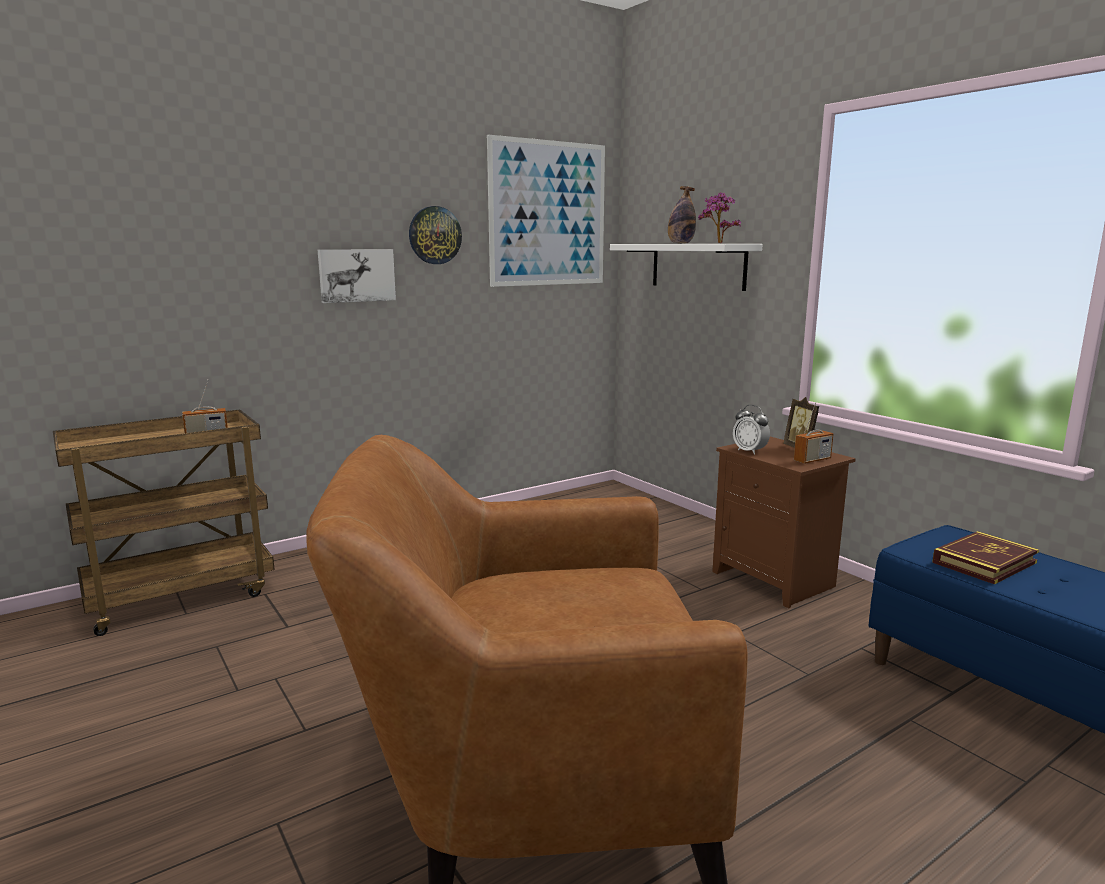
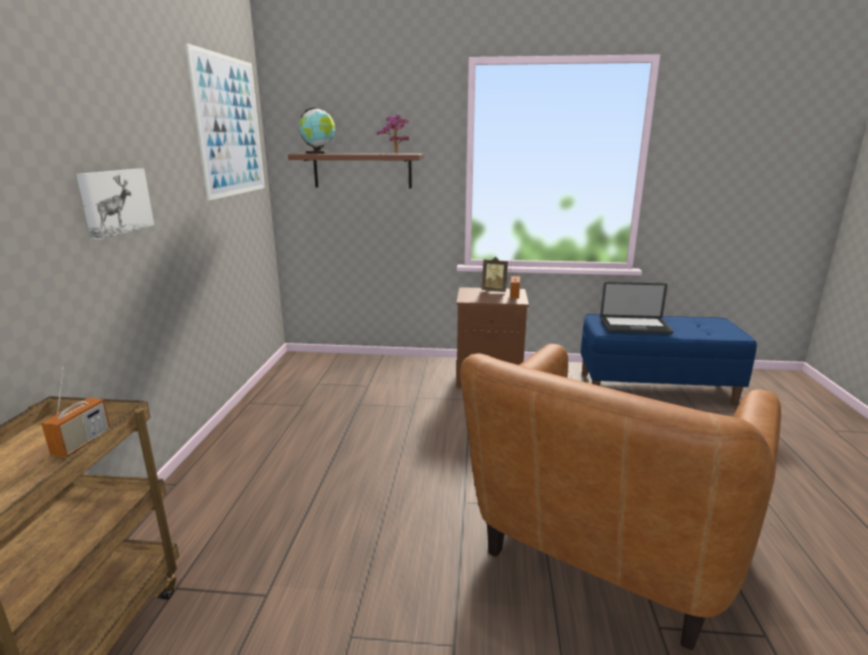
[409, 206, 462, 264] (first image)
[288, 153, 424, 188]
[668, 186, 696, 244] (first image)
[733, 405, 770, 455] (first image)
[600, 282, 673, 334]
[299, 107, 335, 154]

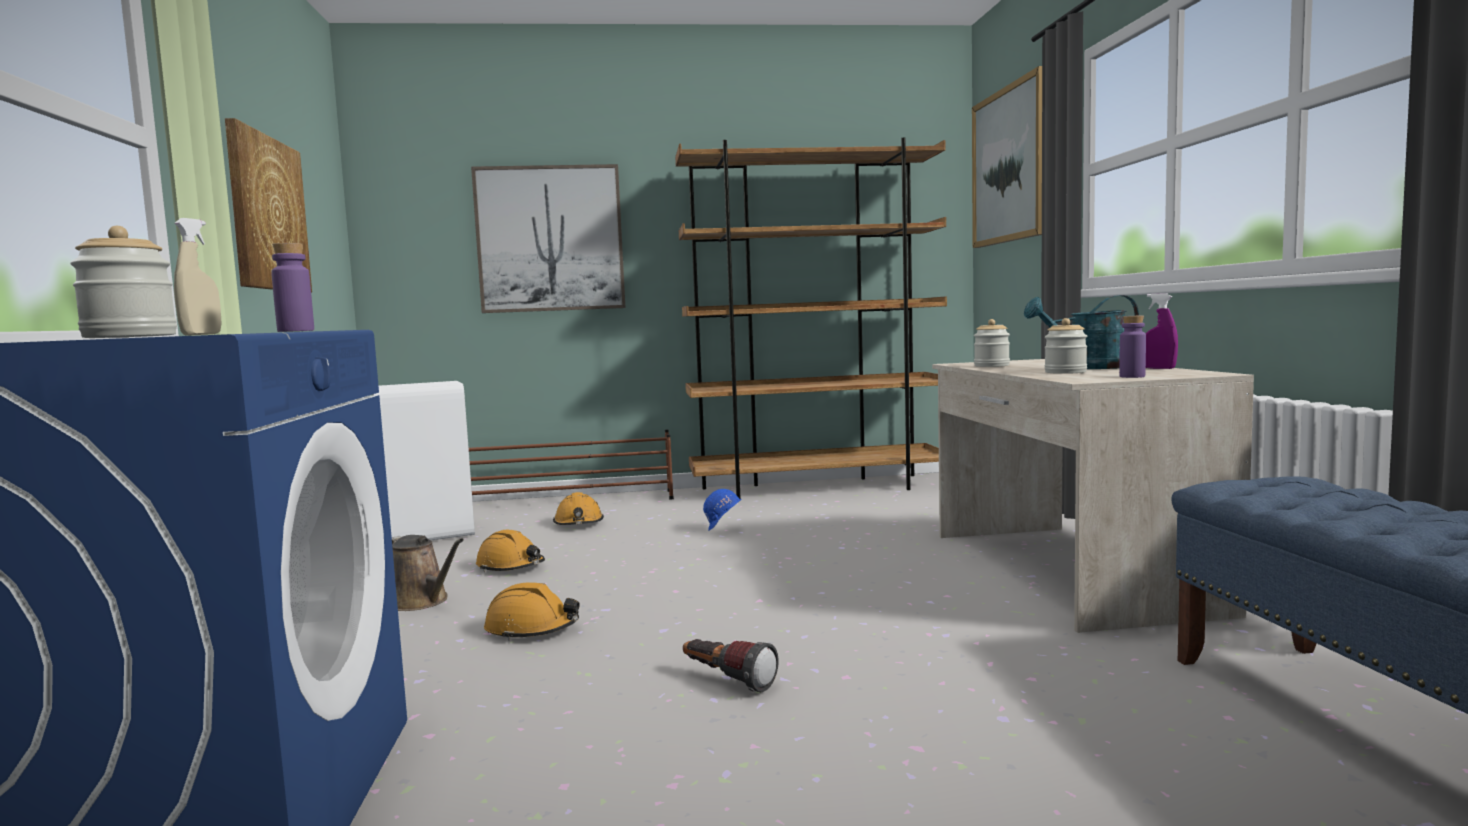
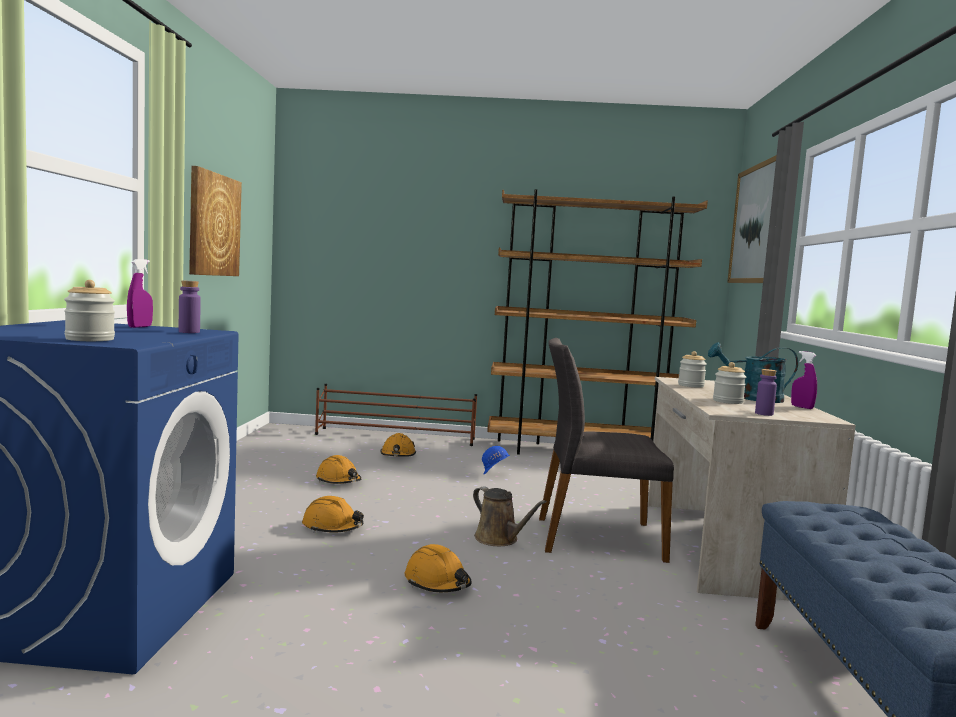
[127, 259, 153, 328]
[373, 381, 475, 540] (first image)
[473, 486, 547, 546]
[471, 164, 626, 313] (first image)
[405, 544, 472, 592]
[539, 338, 674, 563]

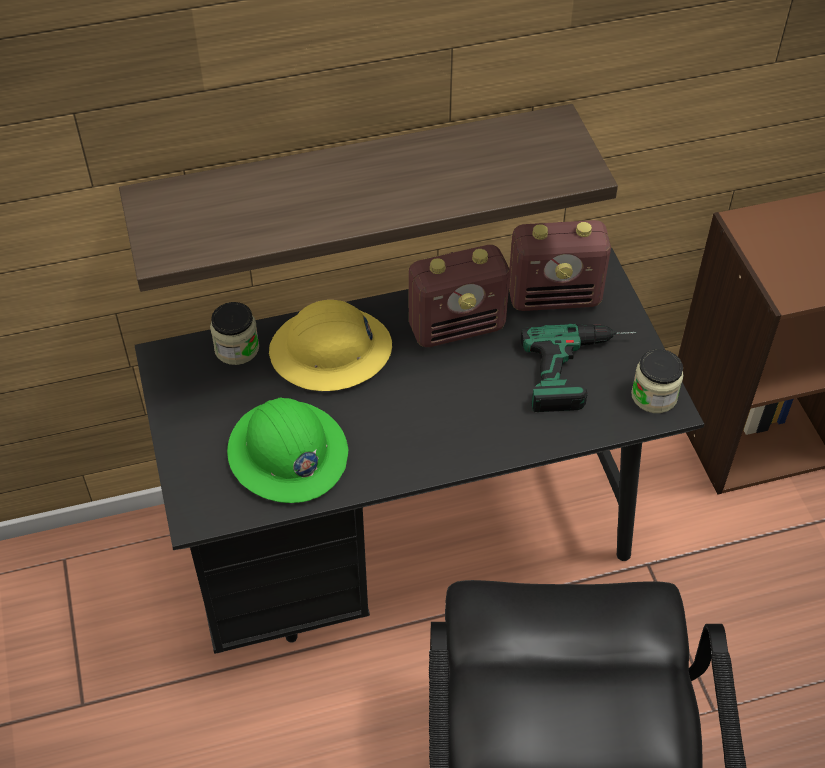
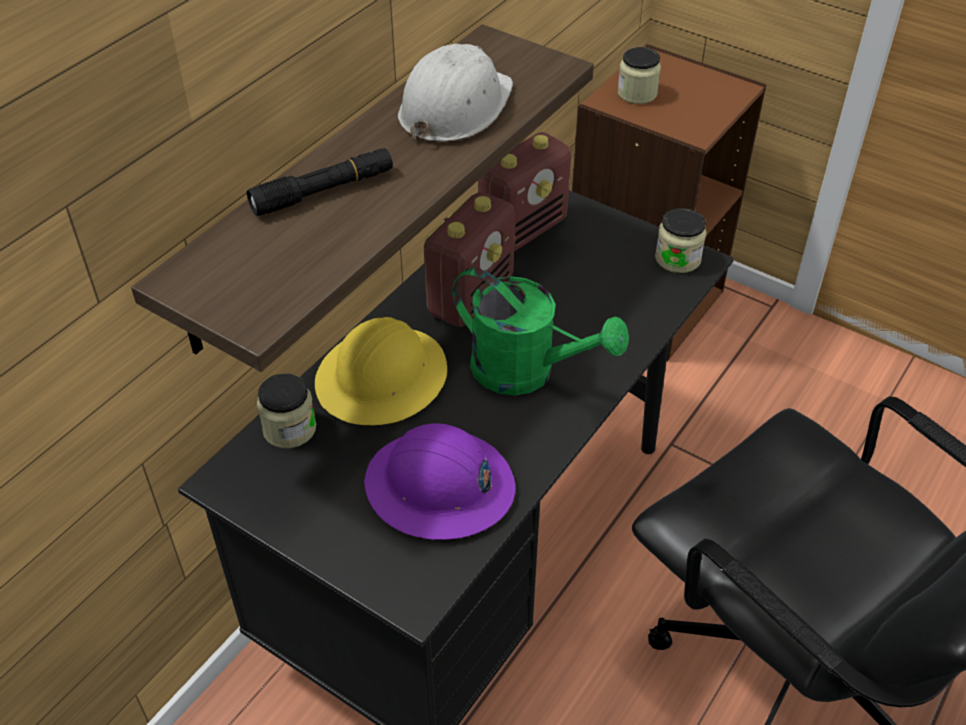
[364, 423, 515, 540]
[521, 324, 636, 412] (first image)
[247, 148, 393, 216]
[398, 44, 513, 143]
[452, 267, 629, 395]
[617, 47, 661, 104]

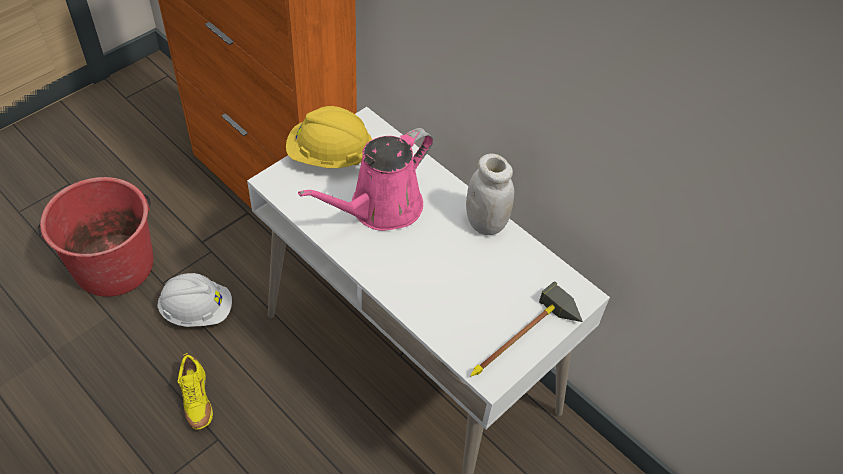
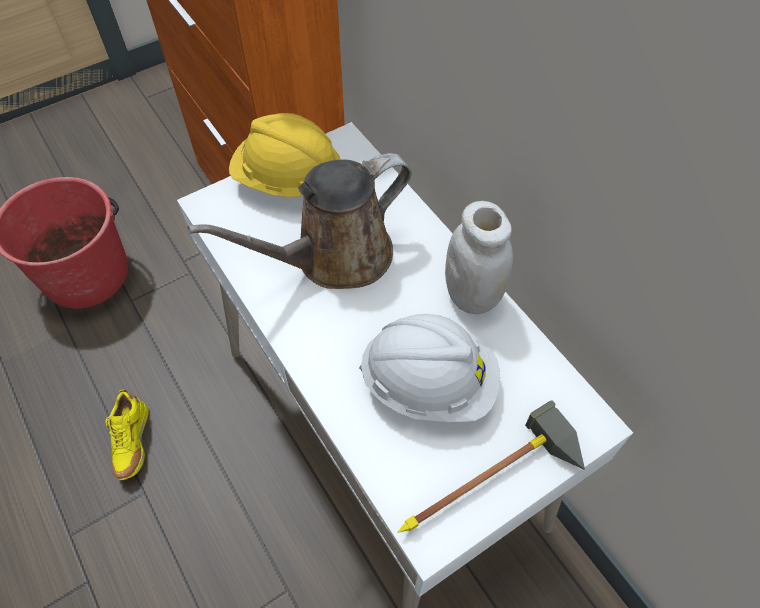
[359, 314, 500, 422]
[187, 153, 412, 289]

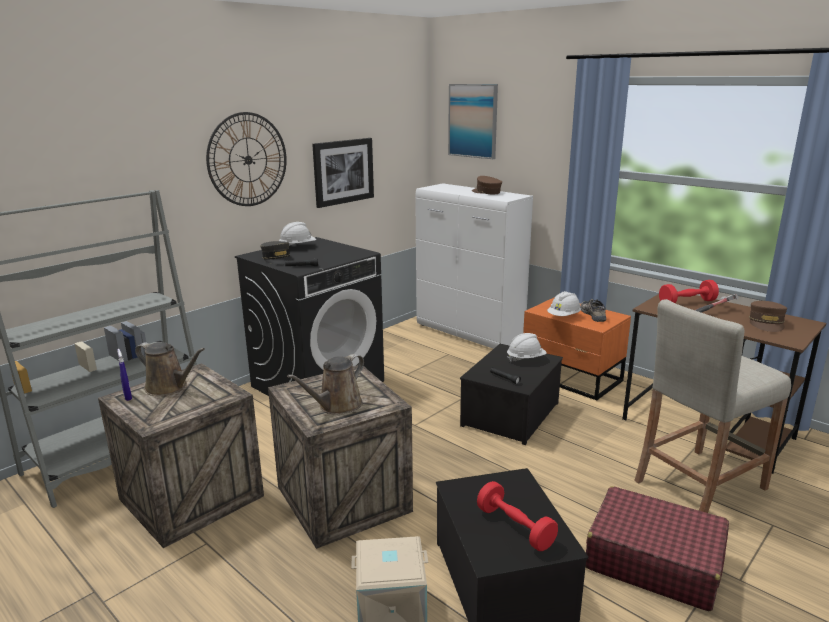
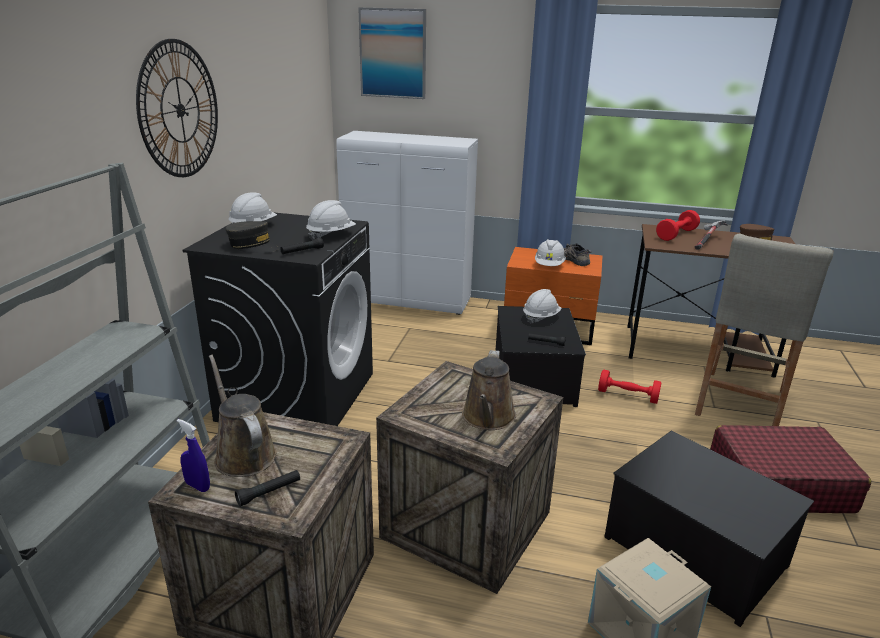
[209, 355, 277, 477]
[312, 138, 374, 208] (first image)
[472, 176, 502, 194] (first image)
[598, 369, 662, 404]
[235, 470, 300, 507]
[306, 200, 356, 240]

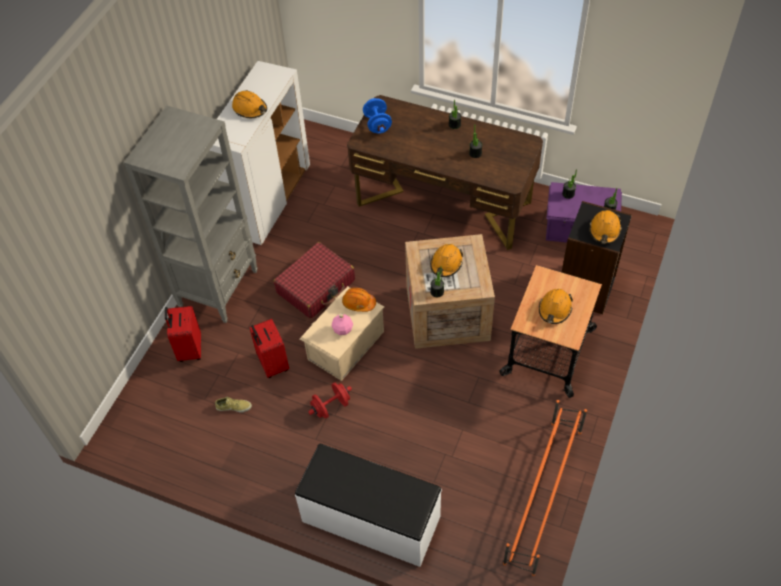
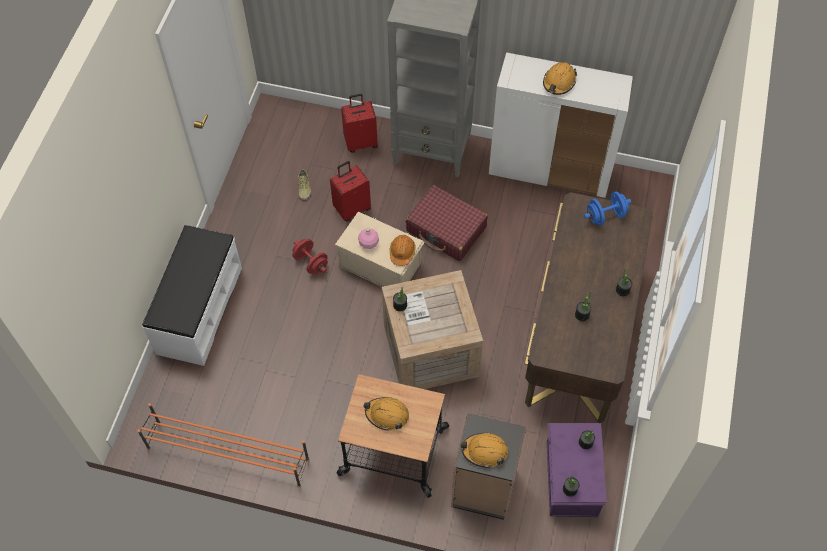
[430, 244, 463, 277] (first image)

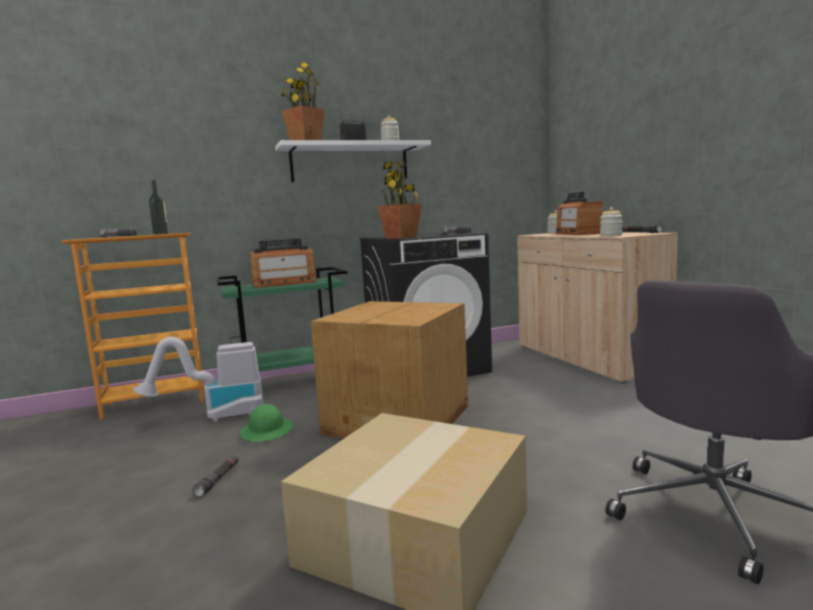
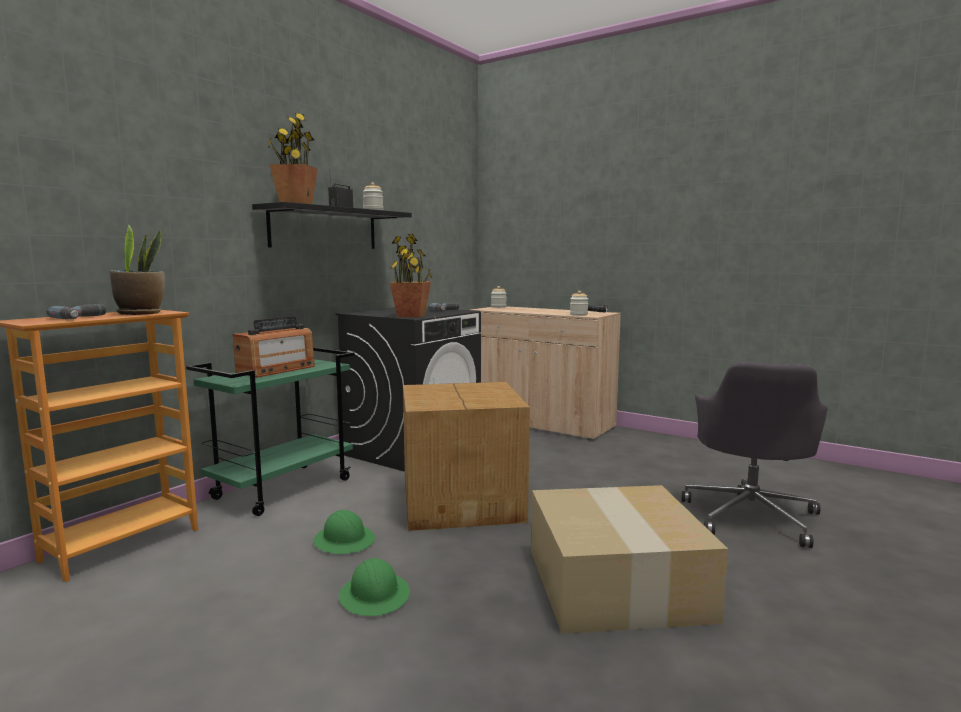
[133, 337, 263, 422] (first image)
[110, 225, 164, 315]
[339, 558, 410, 616]
[252, 202, 412, 249]
[555, 192, 602, 235] (first image)

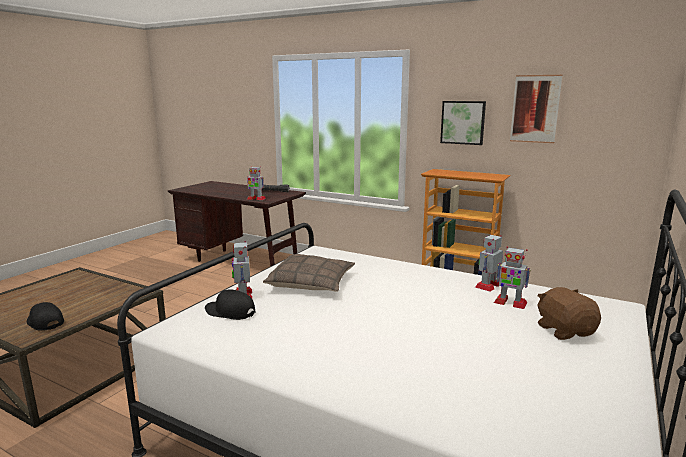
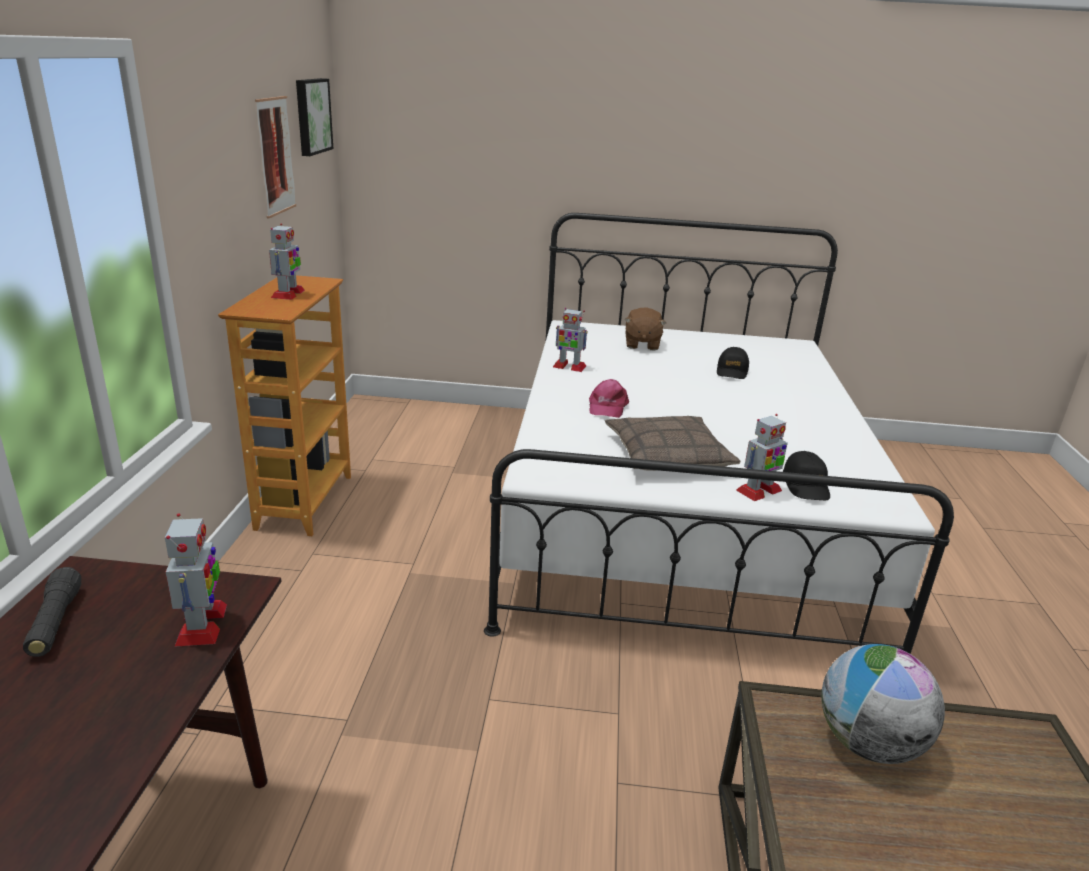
[717, 347, 749, 379]
[296, 78, 333, 156]
[269, 224, 305, 300]
[624, 307, 666, 350]
[589, 379, 629, 418]
[821, 644, 945, 764]

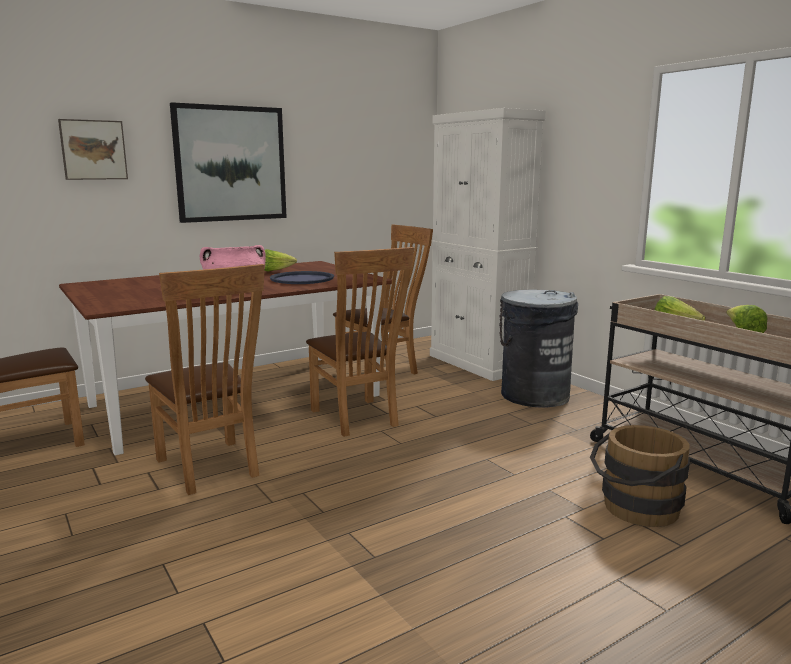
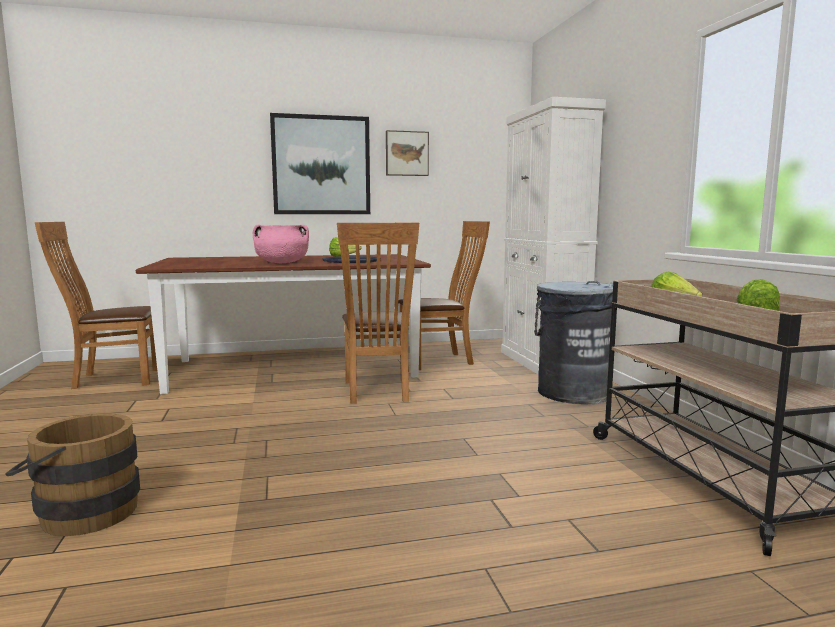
[386, 130, 429, 176]
[145, 264, 265, 495] (first image)
[5, 413, 140, 536]

